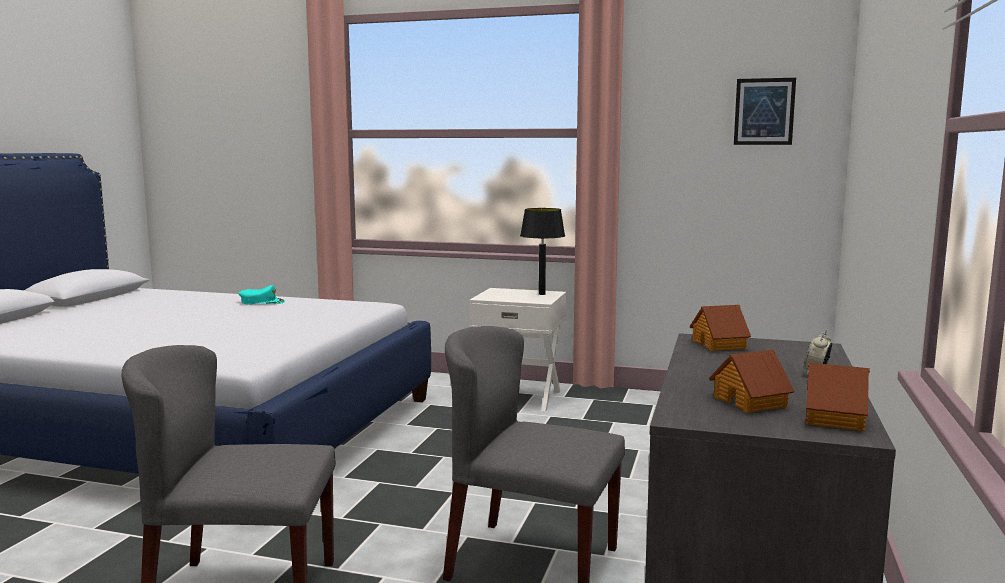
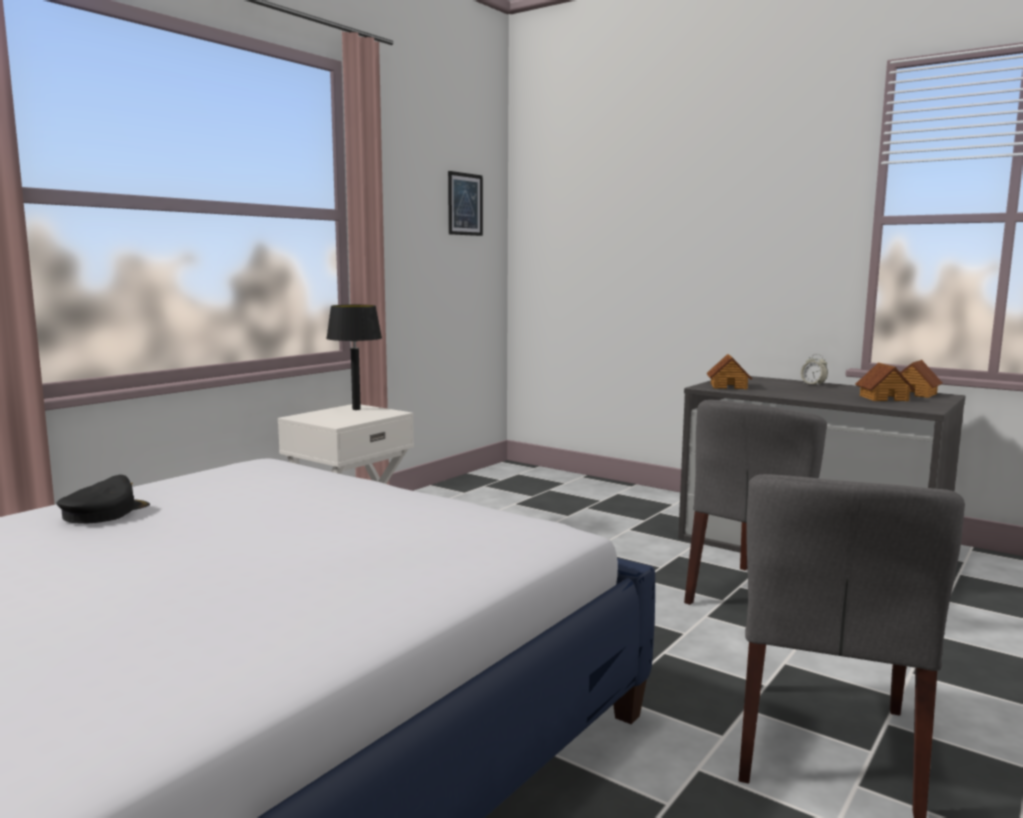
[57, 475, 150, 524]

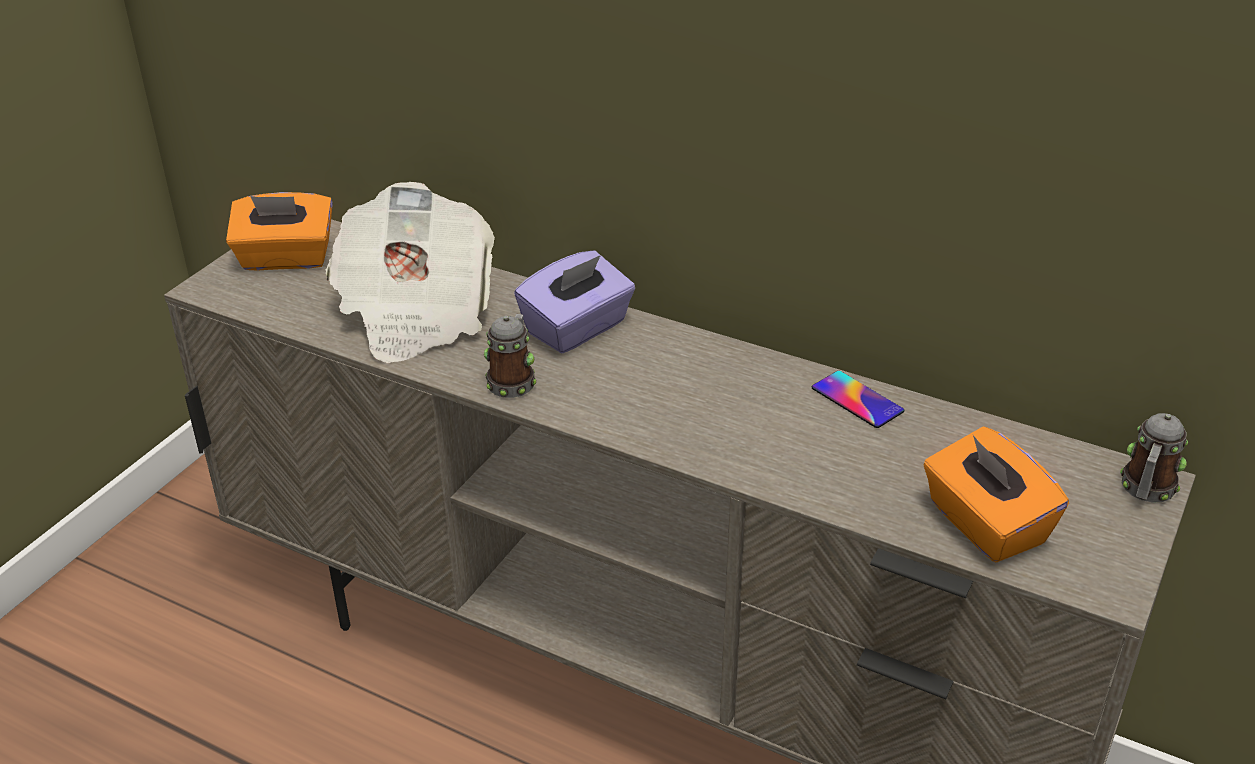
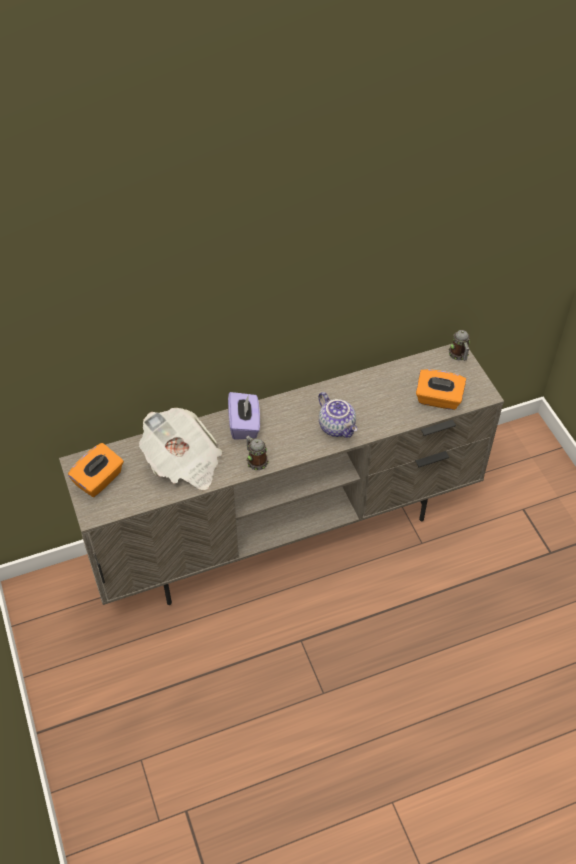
[812, 371, 904, 428] (first image)
[319, 392, 357, 438]

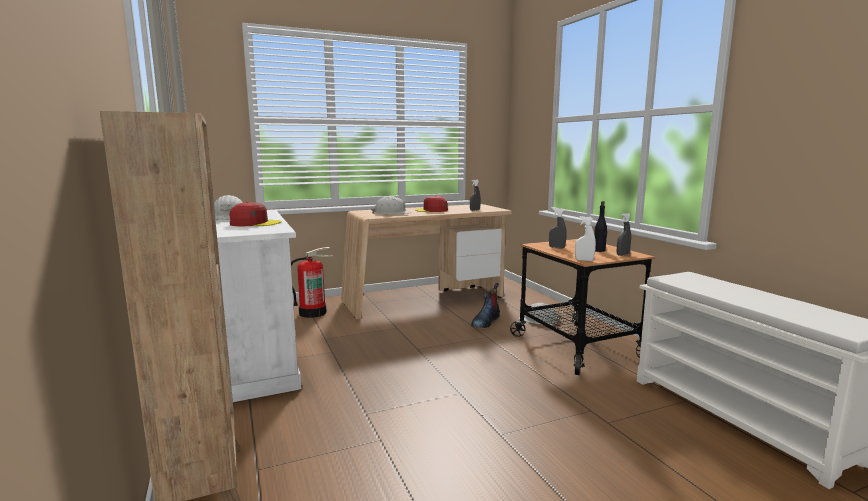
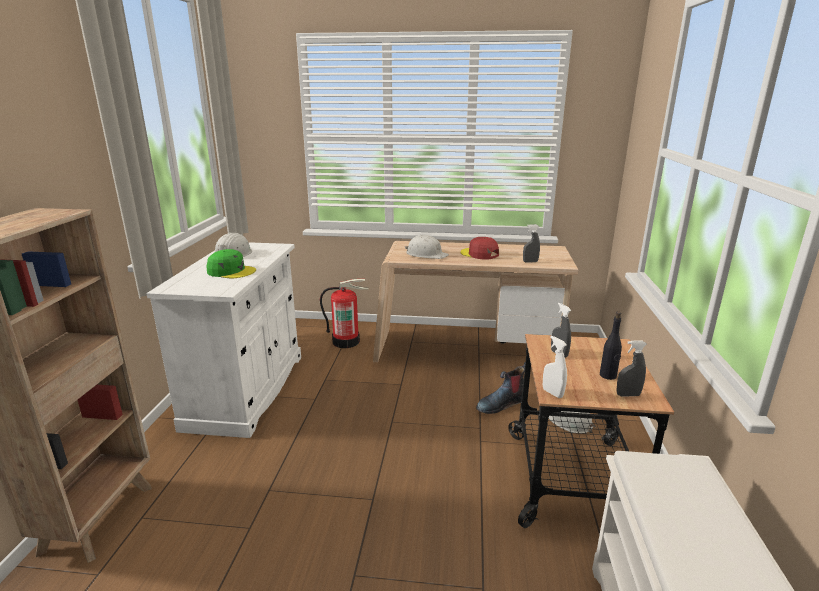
[206, 249, 256, 278]

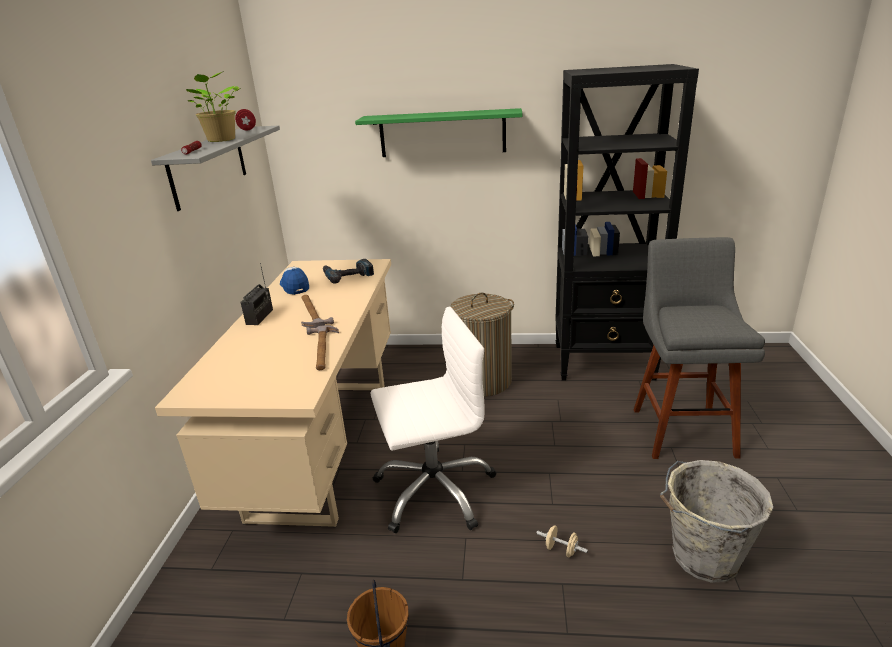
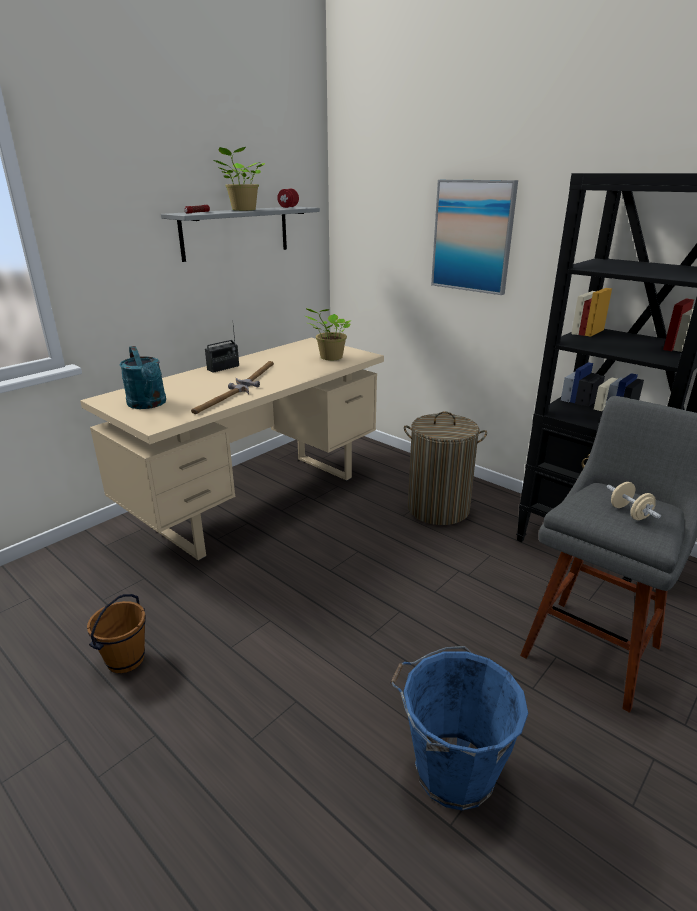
[280, 267, 309, 295] (first image)
[305, 308, 350, 361]
[431, 180, 518, 295]
[371, 306, 496, 533] (first image)
[606, 482, 661, 520]
[390, 646, 528, 810]
[119, 346, 166, 409]

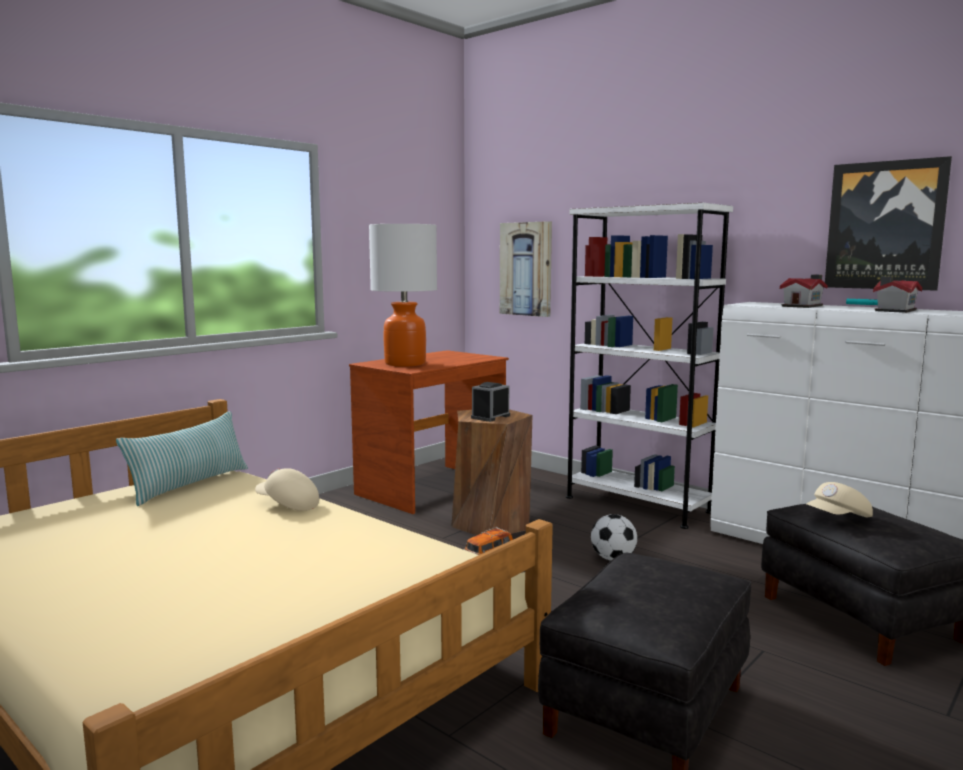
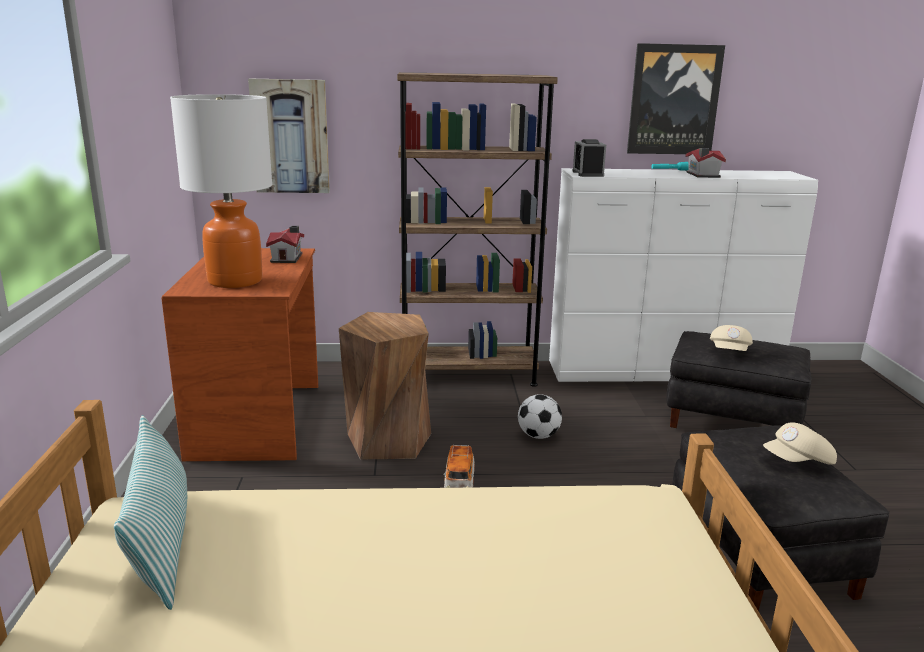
[763, 423, 837, 465]
[572, 139, 606, 177]
[397, 72, 558, 387]
[266, 226, 304, 263]

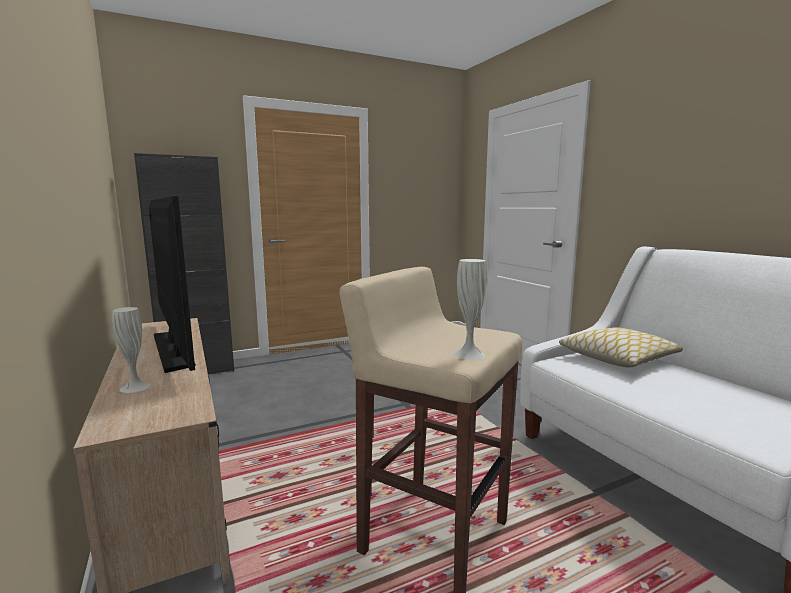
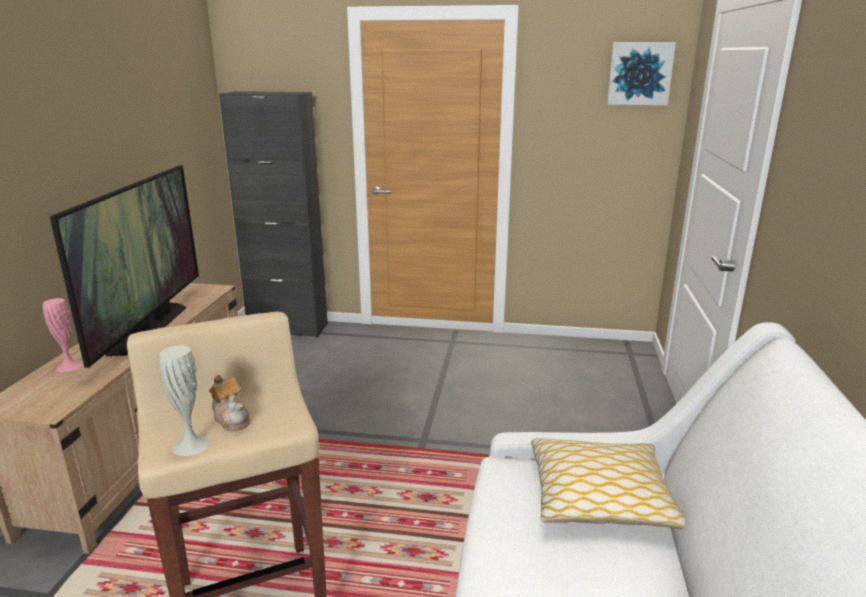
[43, 298, 83, 372]
[209, 375, 250, 431]
[607, 42, 676, 105]

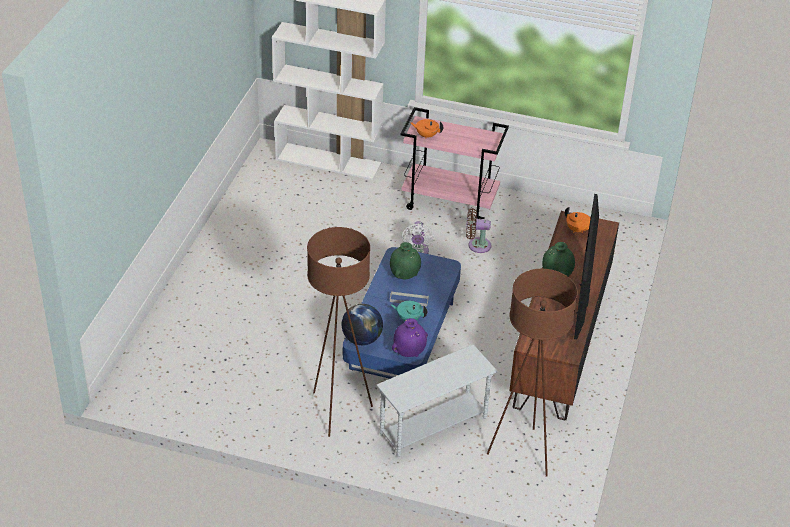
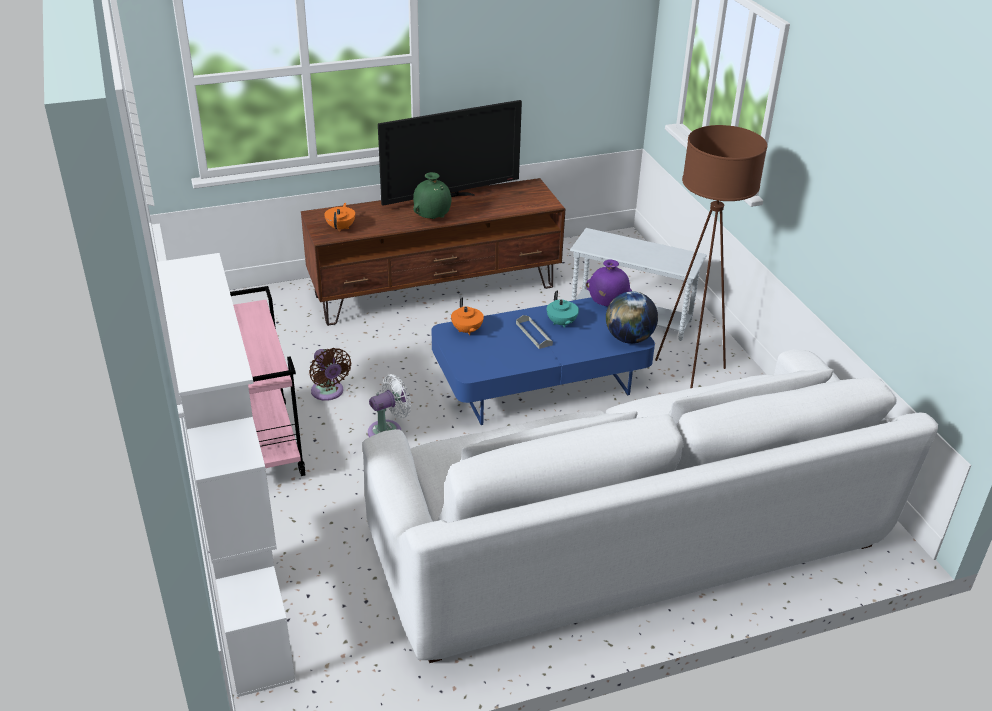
[390, 242, 421, 279] (first image)
[451, 298, 484, 335]
[487, 269, 578, 477] (first image)
[363, 349, 938, 663]

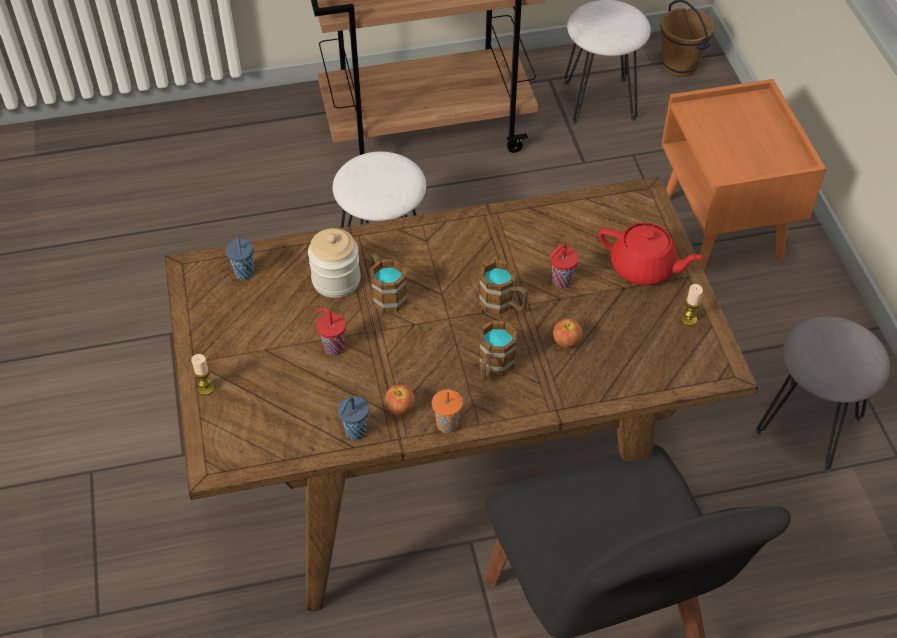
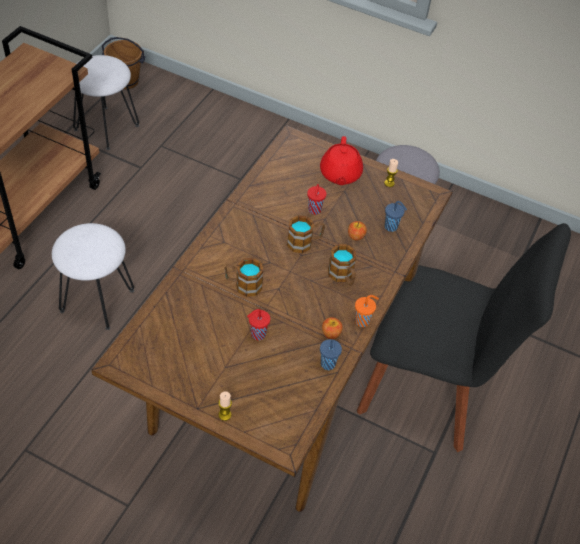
[385, 201, 407, 232]
[308, 228, 361, 298] (first image)
[320, 136, 363, 185]
[661, 79, 826, 271] (first image)

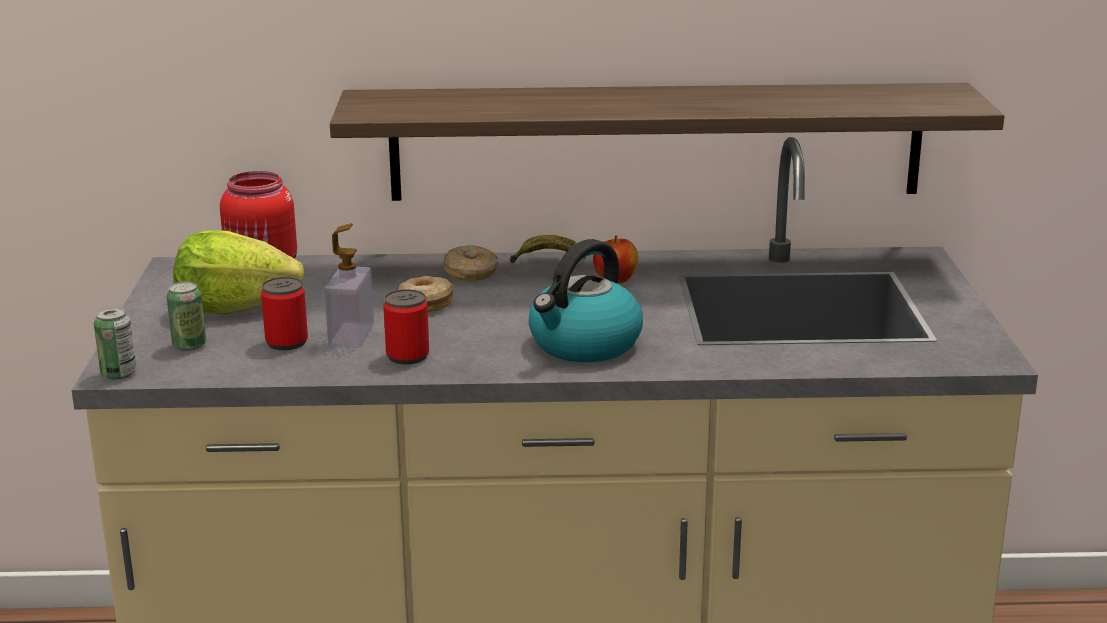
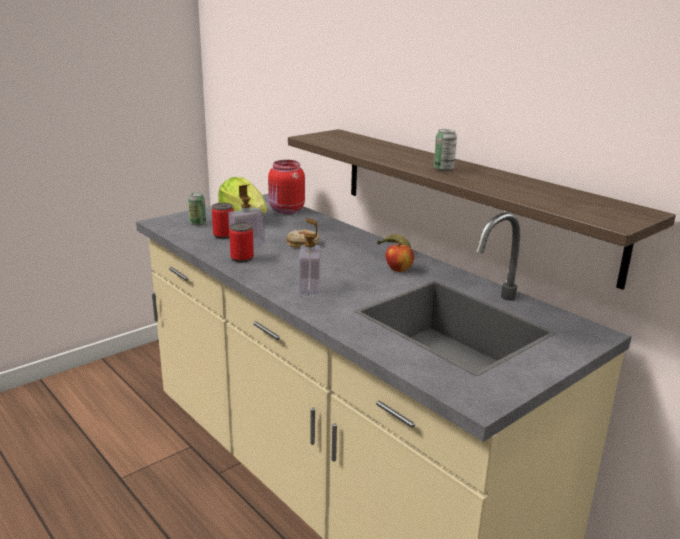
[434, 129, 457, 171]
[444, 245, 498, 281] (first image)
[299, 218, 321, 294]

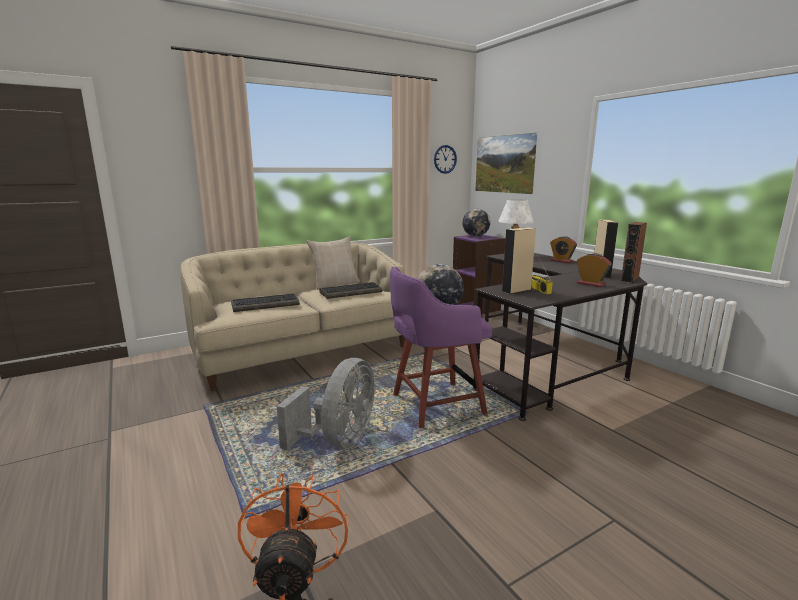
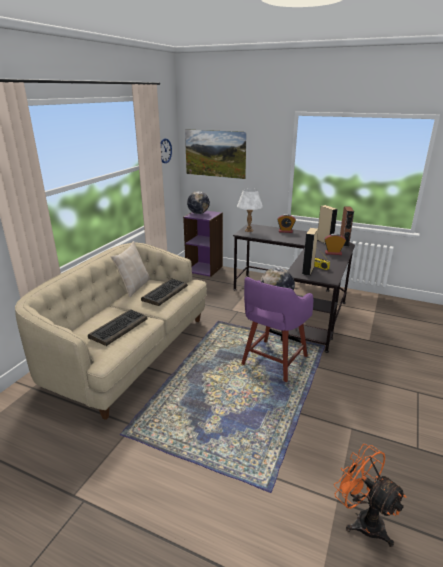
[277, 358, 375, 450] (first image)

